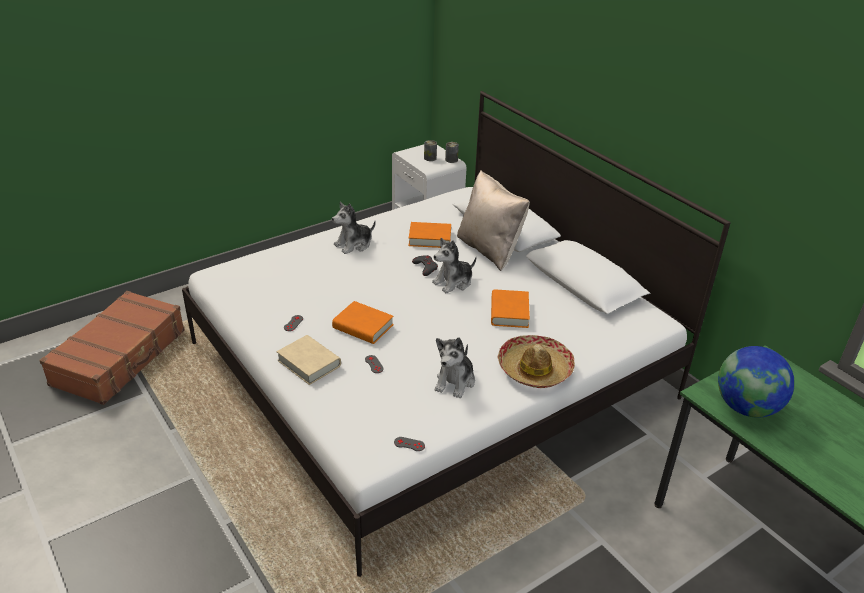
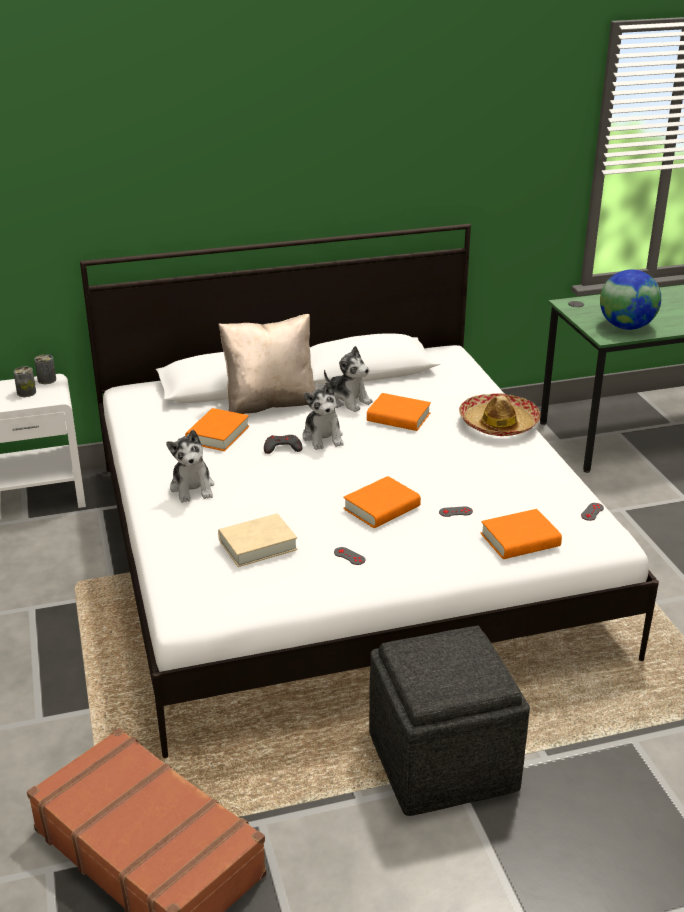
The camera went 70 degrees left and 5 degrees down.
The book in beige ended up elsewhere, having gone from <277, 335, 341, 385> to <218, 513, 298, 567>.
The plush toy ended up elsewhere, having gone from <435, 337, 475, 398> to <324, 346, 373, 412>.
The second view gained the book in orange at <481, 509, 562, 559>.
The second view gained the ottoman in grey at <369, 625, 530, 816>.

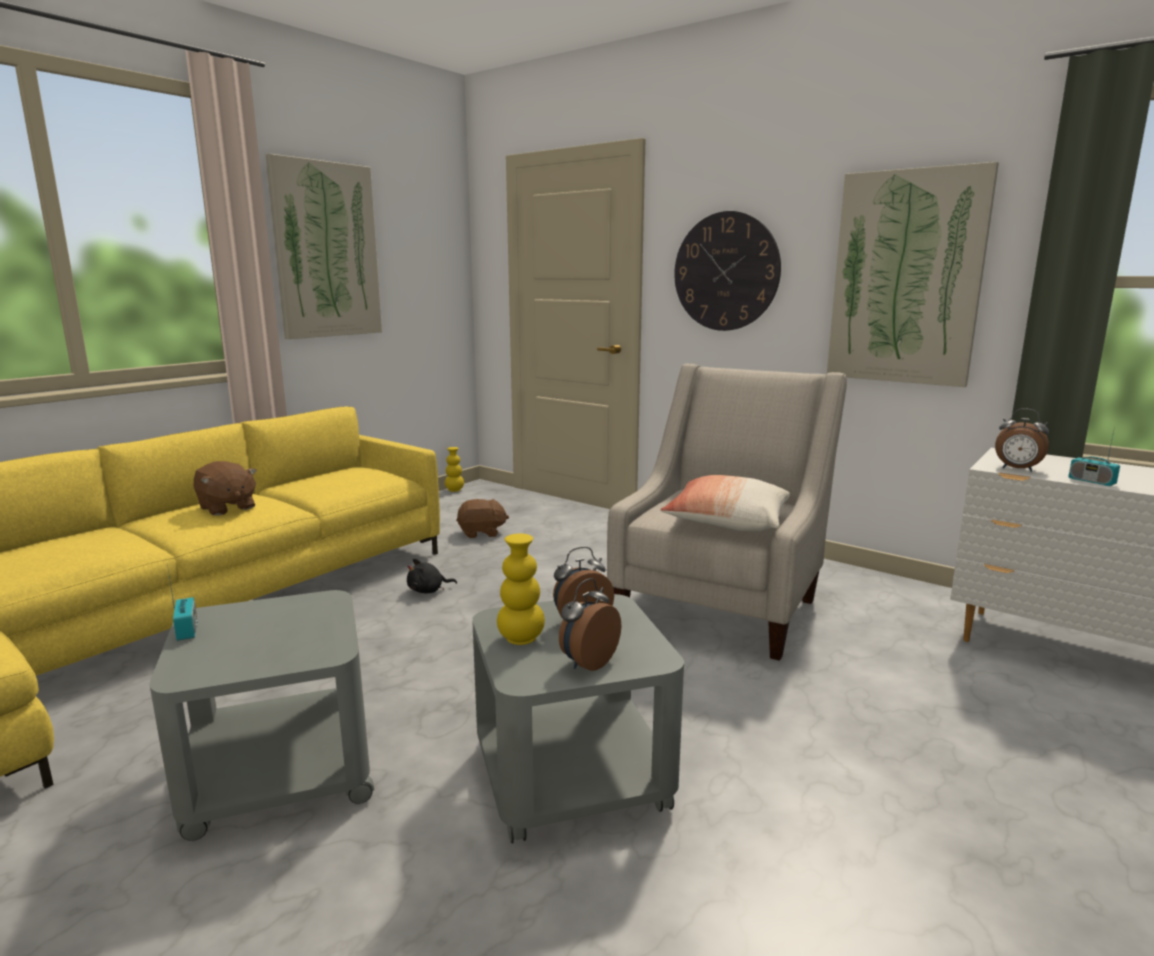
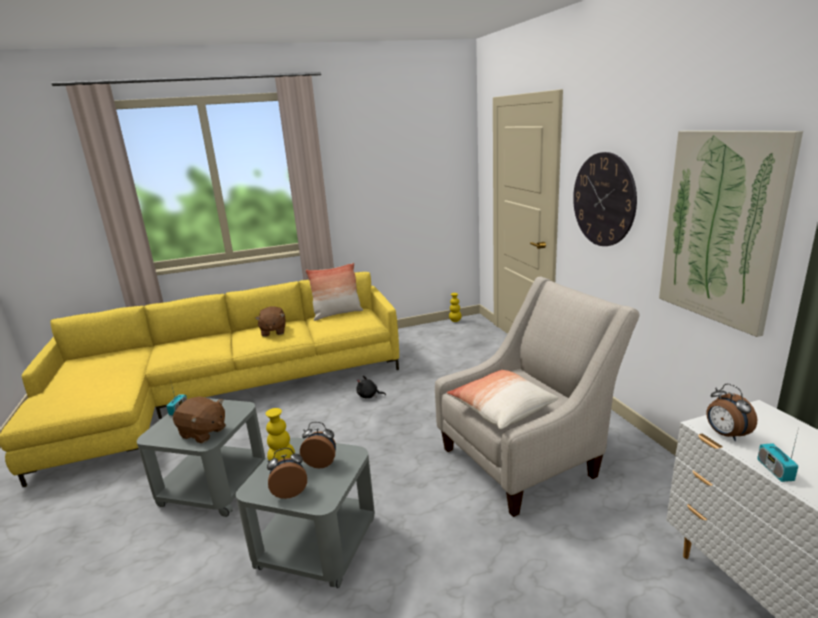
The camera went 35 degrees right and 5 degrees up.
The second view lost the picture at <265, 153, 382, 339>.
The plush toy in brown ended up elsewhere, having gone from <456, 499, 509, 538> to <173, 396, 226, 443>.
The second view gained the pillow at <305, 263, 363, 321>.

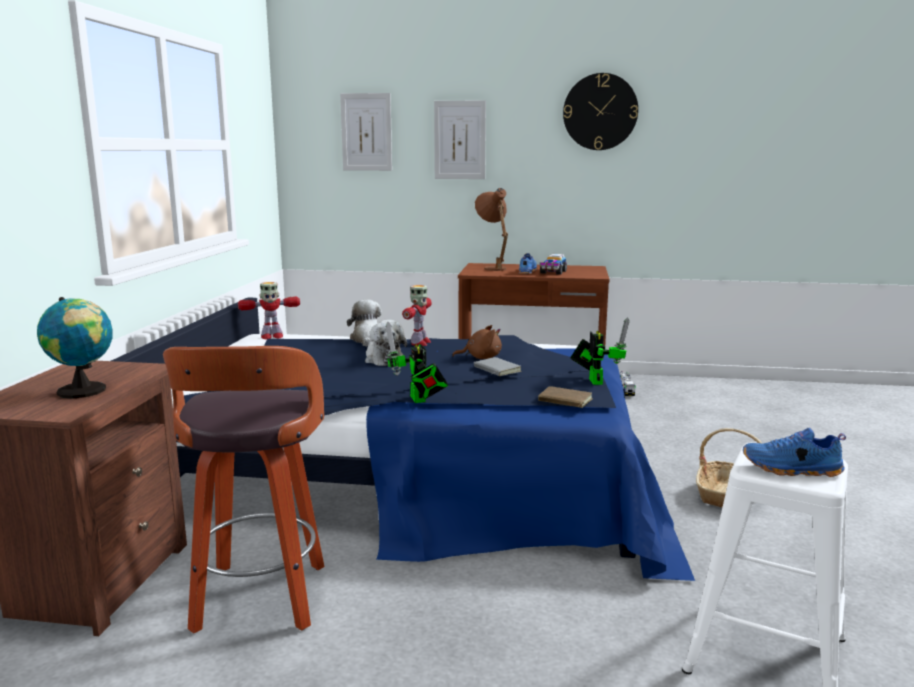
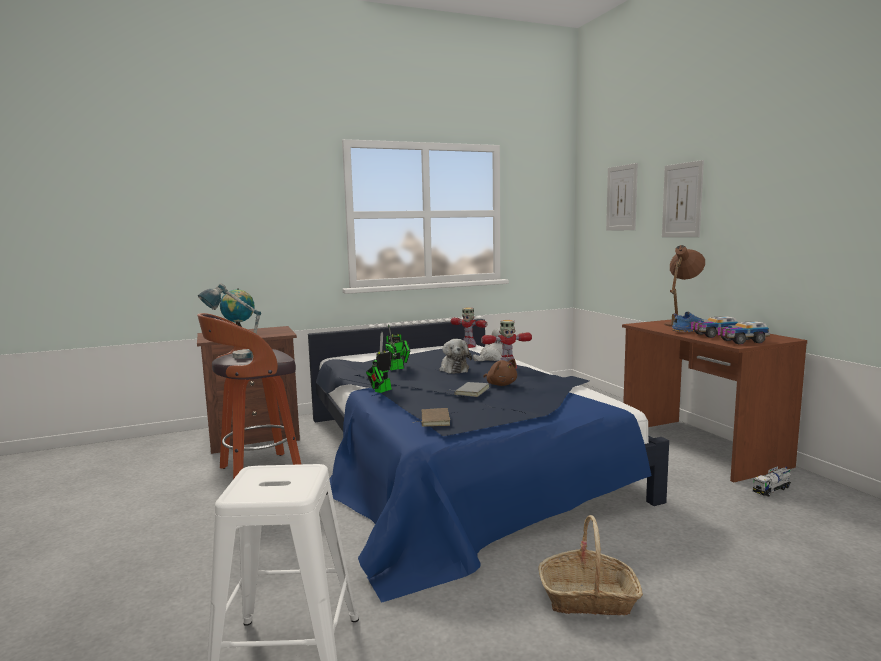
The camera went 60 degrees right and 5 degrees down.
The second view lost the wall clock at <563, 73, 638, 150>.
The toy robot ended up elsewhere, having gone from <570, 317, 630, 385> to <385, 324, 410, 370>.
The plush toy at <365, 320, 407, 366> ended up facing another way, 45 degrees counterclockwise from before.
The second view lost the shoe in blue at <743, 427, 846, 477>.
The second view gained the table lamp at <197, 283, 261, 359>.
The second view gained the toy truck at <717, 321, 770, 344>.

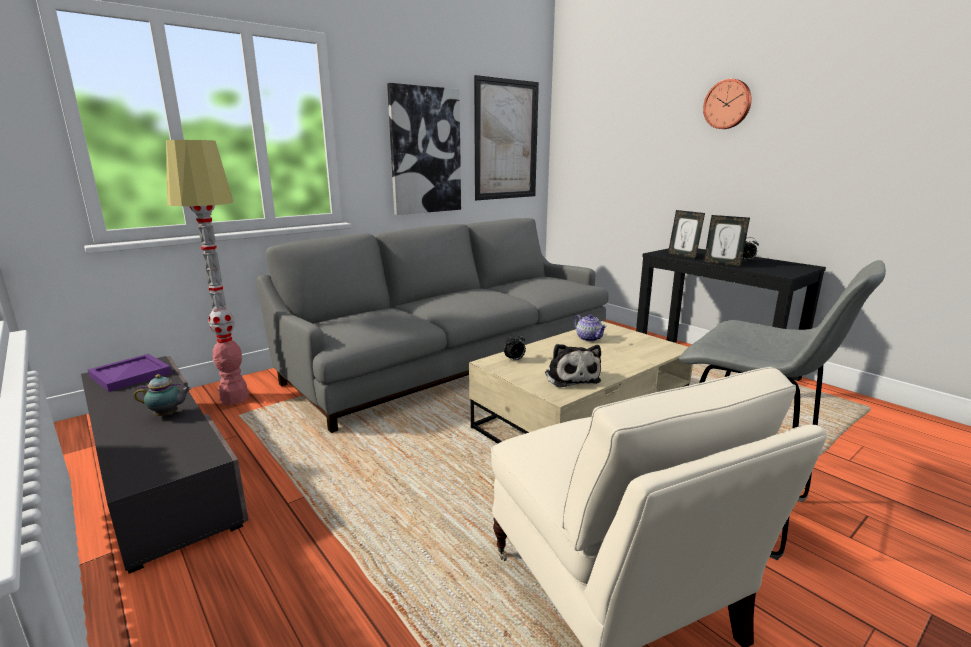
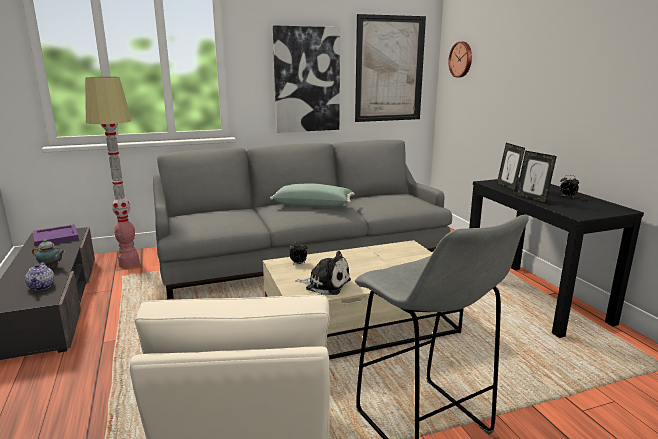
The camera went 20 degrees right and 0 degrees up.
The wall clock ended up elsewhere, having gone from <703, 79, 752, 129> to <448, 42, 472, 77>.
The teapot ended up elsewhere, having gone from <574, 314, 607, 342> to <25, 262, 55, 290>.
The plush toy at <545, 344, 601, 388> ended up facing another way, 75 degrees counterclockwise from before.
The second view gained the pillow in green at <270, 183, 355, 207>.

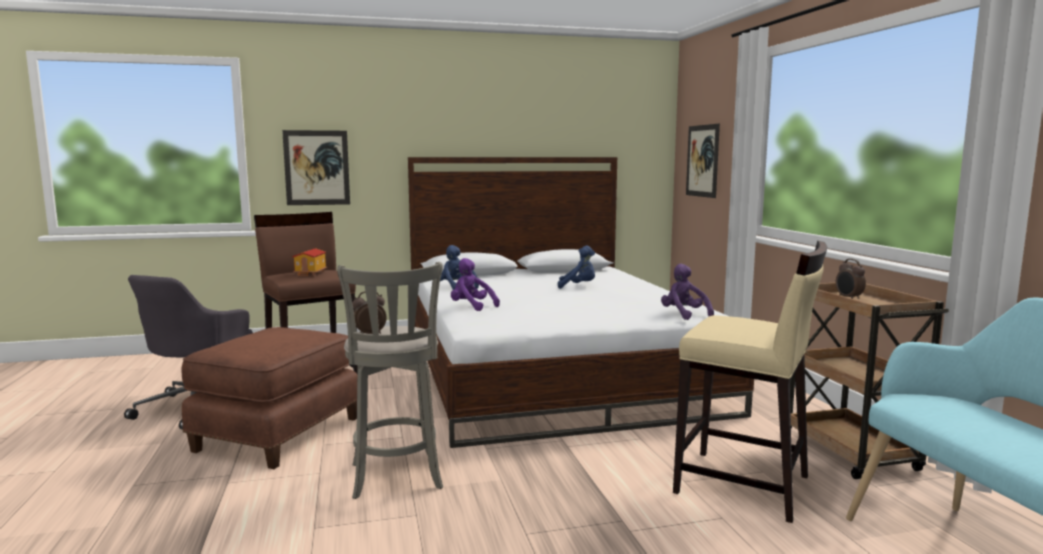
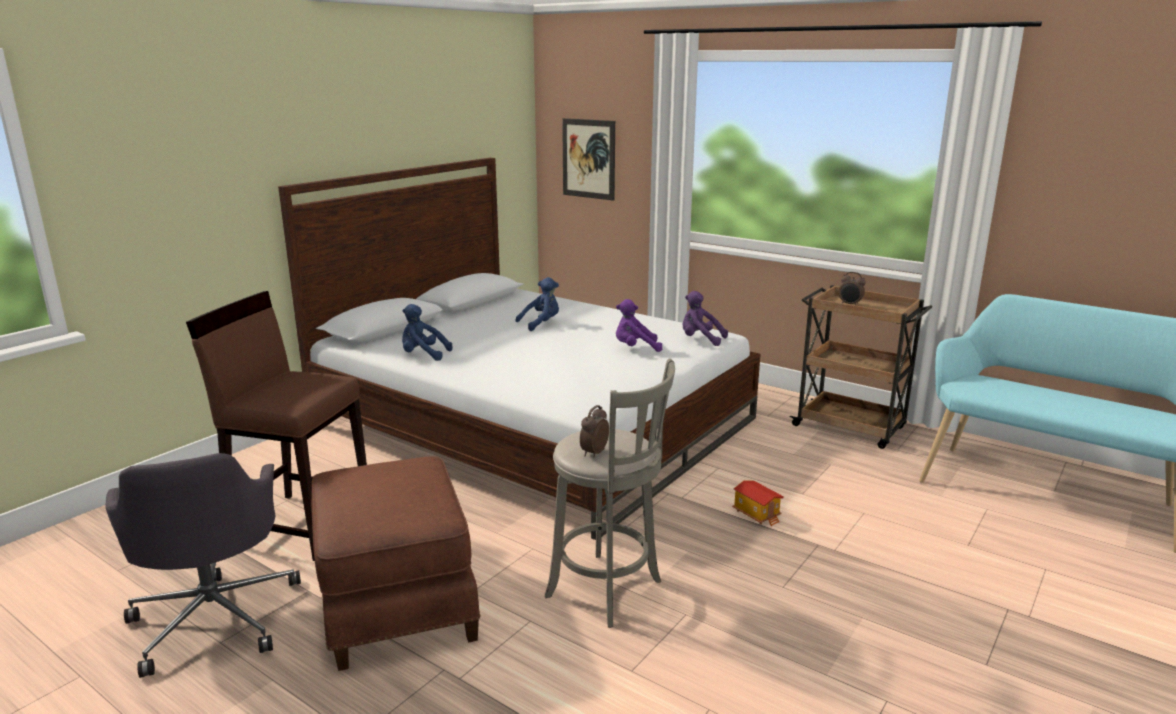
The camera went 40 degrees left and 10 degrees up.
The second view lost the picture at <282, 130, 350, 205>.
The second view lost the stool in beige at <673, 241, 827, 523>.
The toy house ended up elsewhere, having gone from <292, 248, 327, 276> to <732, 480, 784, 526>.
The plush toy in purple ended up elsewhere, having gone from <451, 258, 500, 311> to <616, 299, 662, 352>.

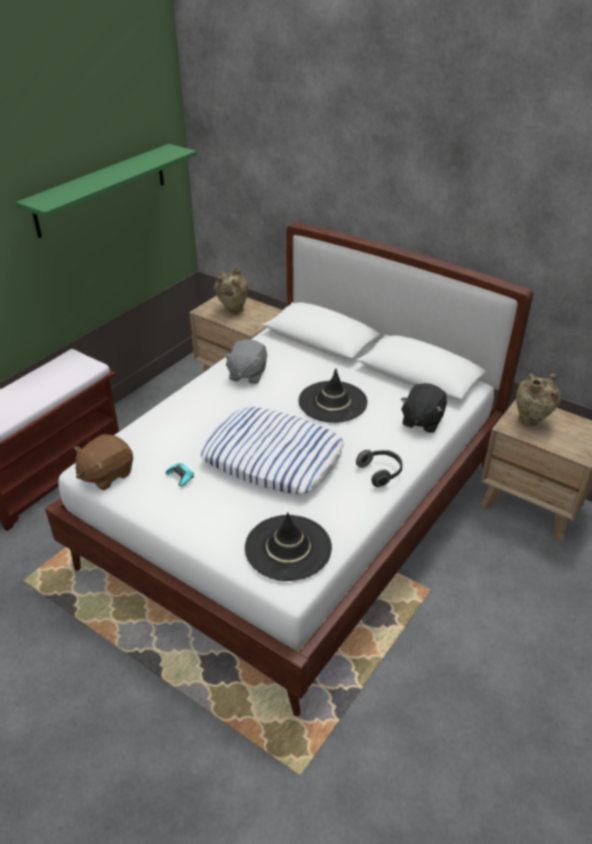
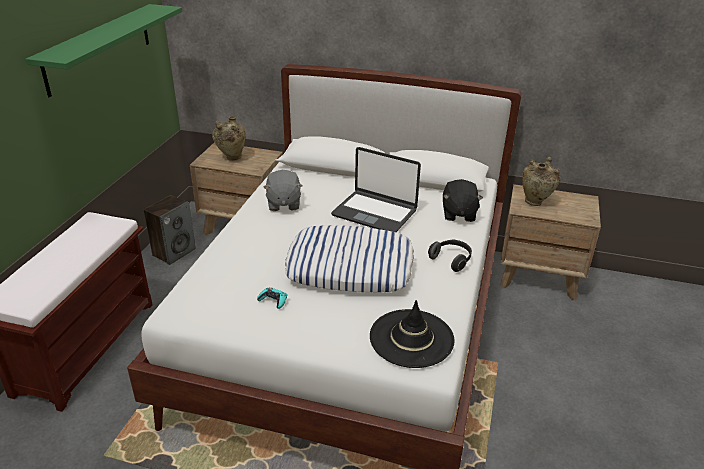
The camera went 20 degrees left and 5 degrees down.
Where the hat in black stood at <299, 368, 368, 423>, the laptop came to stand at <331, 147, 421, 232>.
The second view lost the plush toy in brown at <74, 434, 133, 490>.
The second view gained the speaker at <144, 195, 196, 265>.

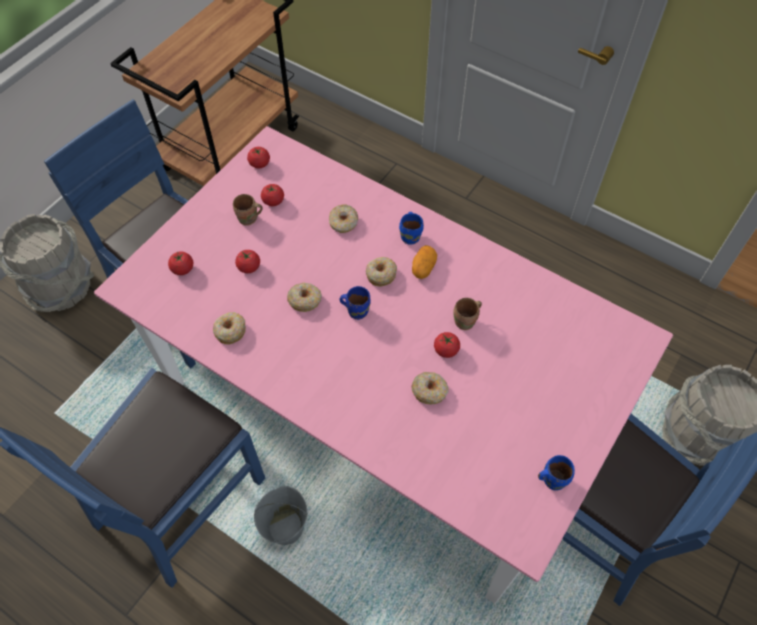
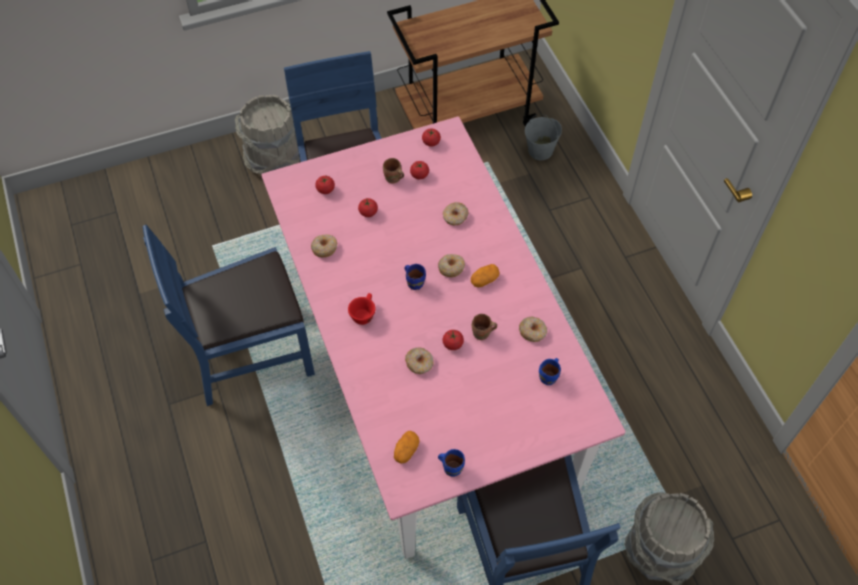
The camera went 35 degrees right and 0 degrees up.
The mug in blue ended up elsewhere, having gone from <399, 212, 424, 245> to <539, 358, 561, 385>.
The donut ended up elsewhere, having gone from <287, 283, 322, 312> to <519, 317, 547, 342>.
The bucket in grey ended up elsewhere, having gone from <254, 486, 307, 545> to <525, 114, 562, 160>.
The second view gained the cup in red at <348, 293, 376, 325>.
The second view gained the potato at <394, 431, 420, 464>.

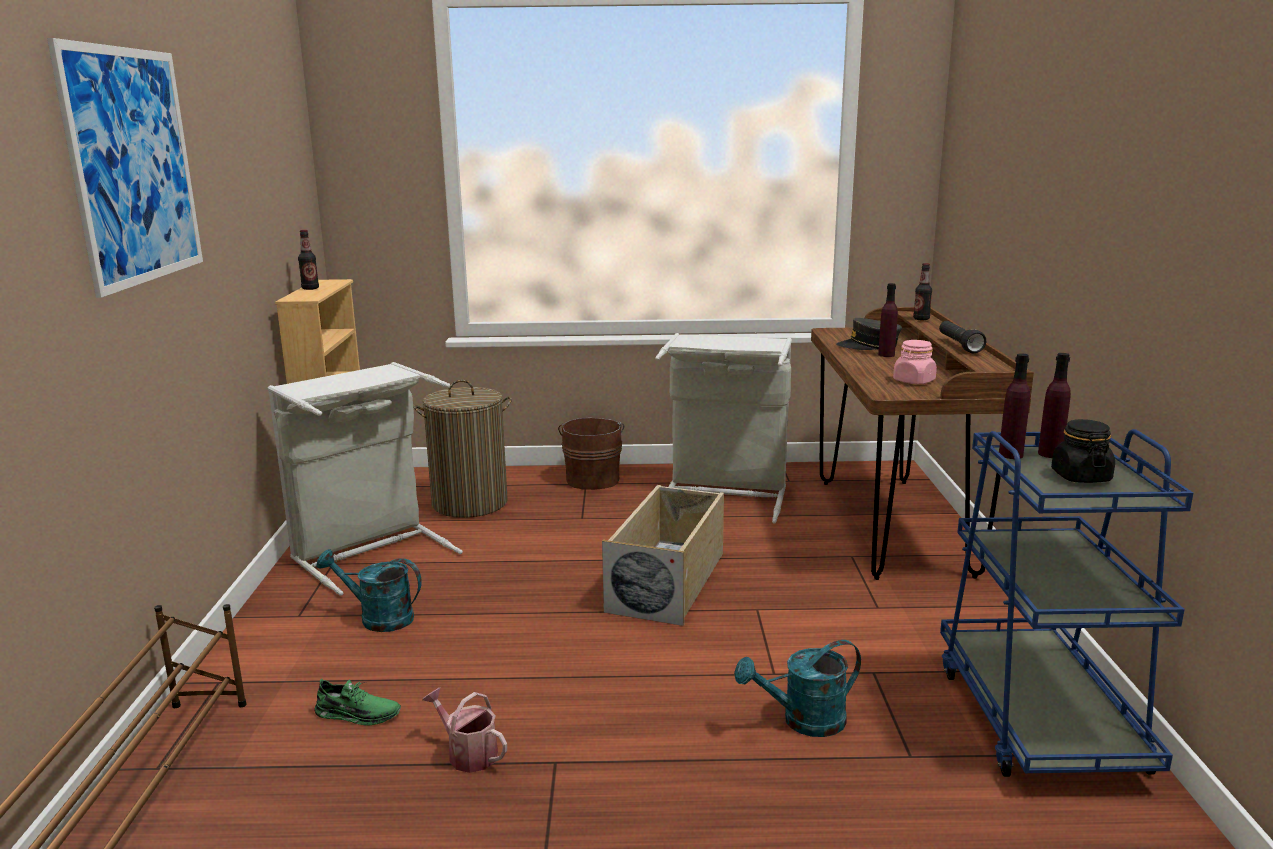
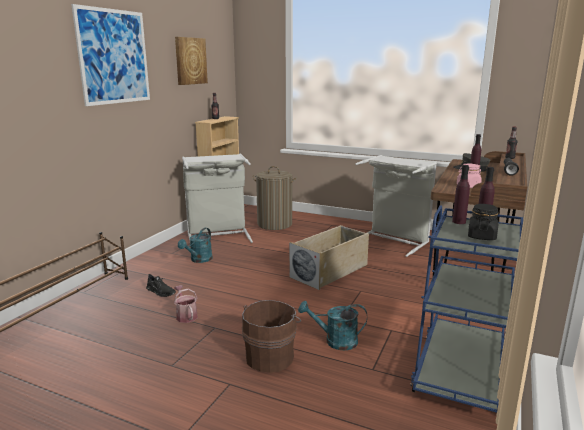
The camera went 25 degrees right and 0 degrees up.
The bucket in brown ended up elsewhere, having gone from <558, 418, 625, 490> to <242, 300, 301, 373>.
The watering can in turquoise at <316, 549, 422, 632> ended up facing another way, 105 degrees counterclockwise from before.
What was the shoe in green at <315, 679, 401, 726> turned into the shoe in black at <146, 274, 176, 297>.
The second view gained the picture at <175, 37, 208, 85>.

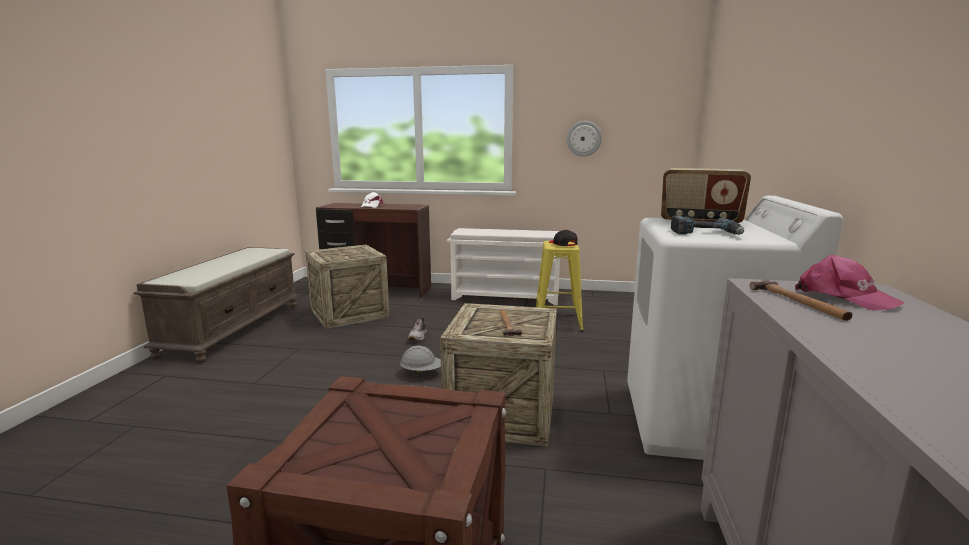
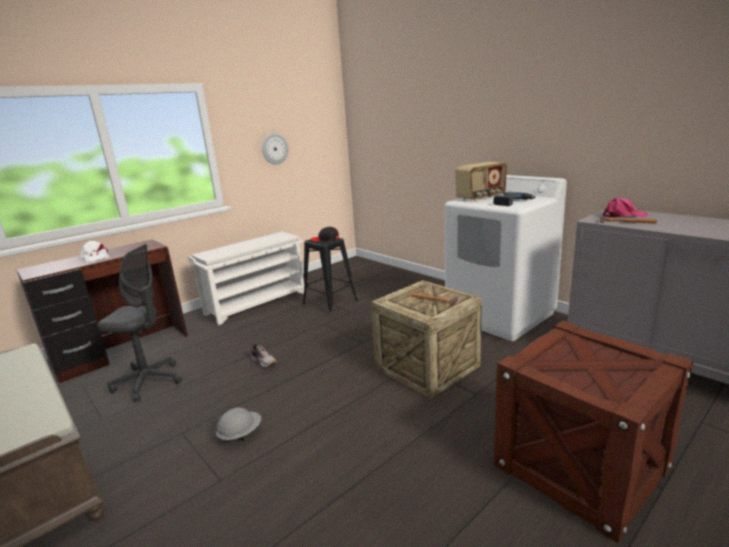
The camera went 50 degrees left and 5 degrees up.
What was the stool in yellow at <536, 241, 584, 331> turned into the stool in black at <303, 238, 358, 314>.
Where the crate stood at <305, 245, 390, 329>, the office chair in grey came to stand at <98, 244, 182, 402>.
The hard hat in grey ended up elsewhere, having gone from <400, 346, 441, 376> to <216, 407, 261, 441>.

